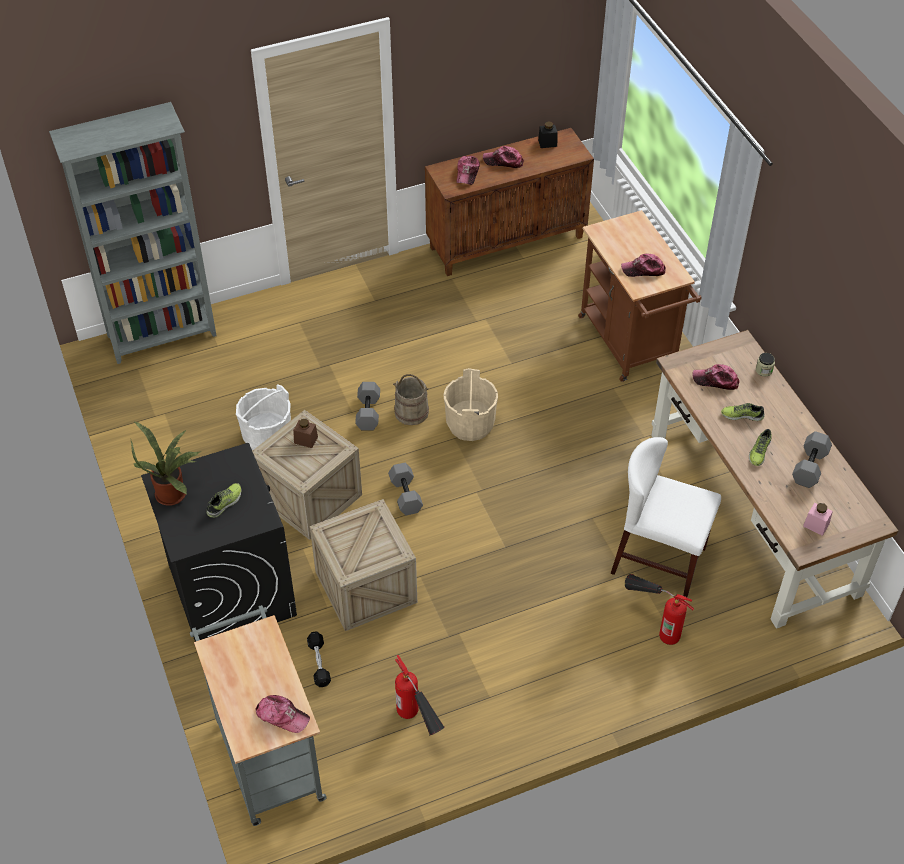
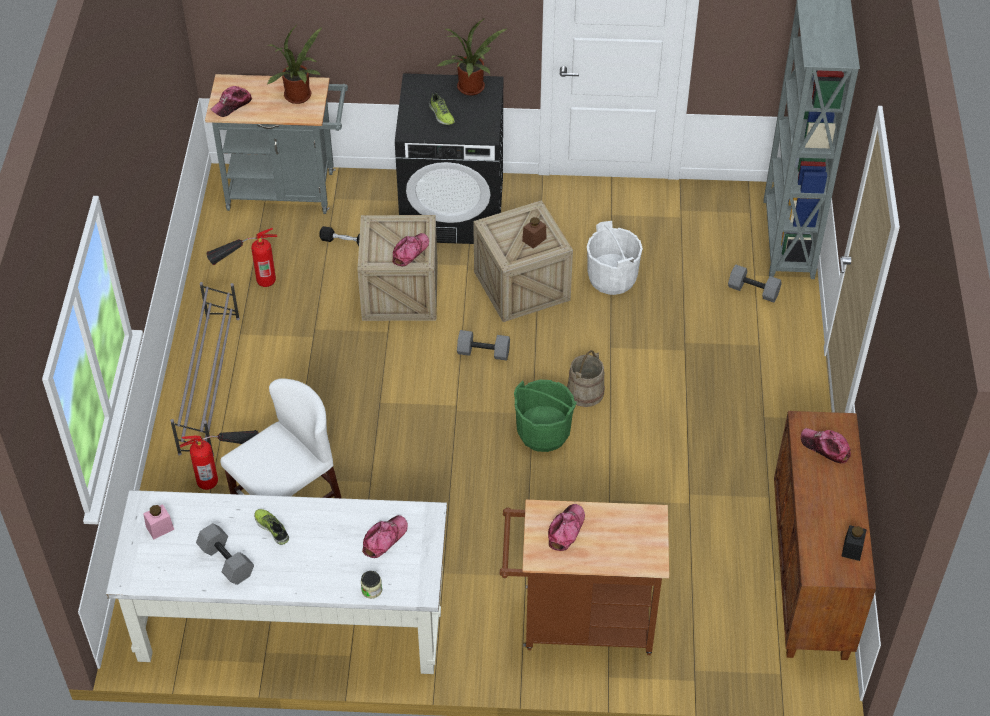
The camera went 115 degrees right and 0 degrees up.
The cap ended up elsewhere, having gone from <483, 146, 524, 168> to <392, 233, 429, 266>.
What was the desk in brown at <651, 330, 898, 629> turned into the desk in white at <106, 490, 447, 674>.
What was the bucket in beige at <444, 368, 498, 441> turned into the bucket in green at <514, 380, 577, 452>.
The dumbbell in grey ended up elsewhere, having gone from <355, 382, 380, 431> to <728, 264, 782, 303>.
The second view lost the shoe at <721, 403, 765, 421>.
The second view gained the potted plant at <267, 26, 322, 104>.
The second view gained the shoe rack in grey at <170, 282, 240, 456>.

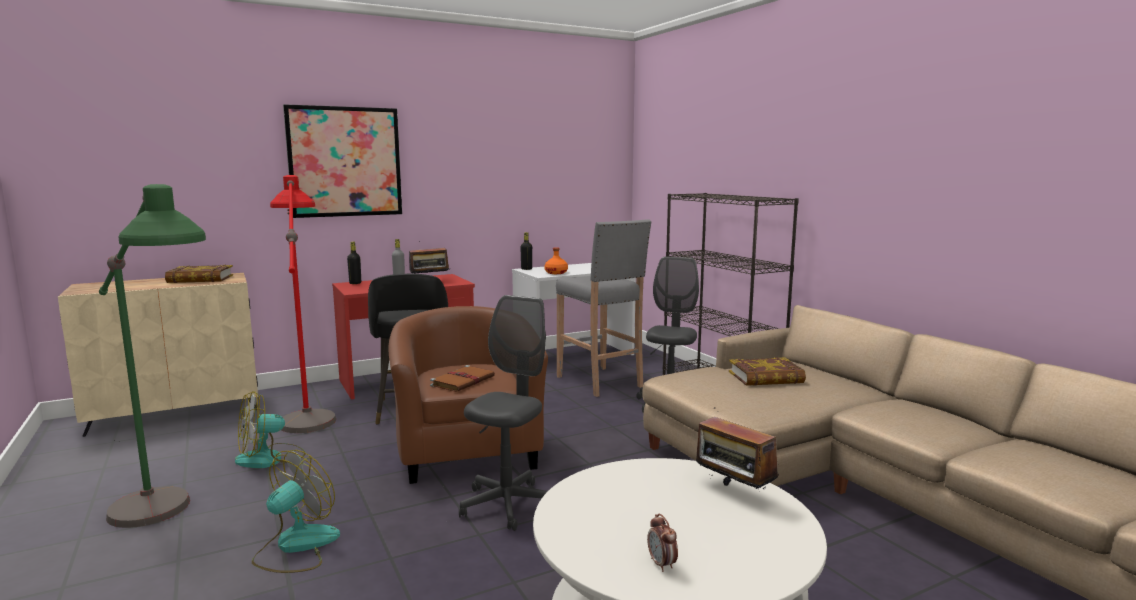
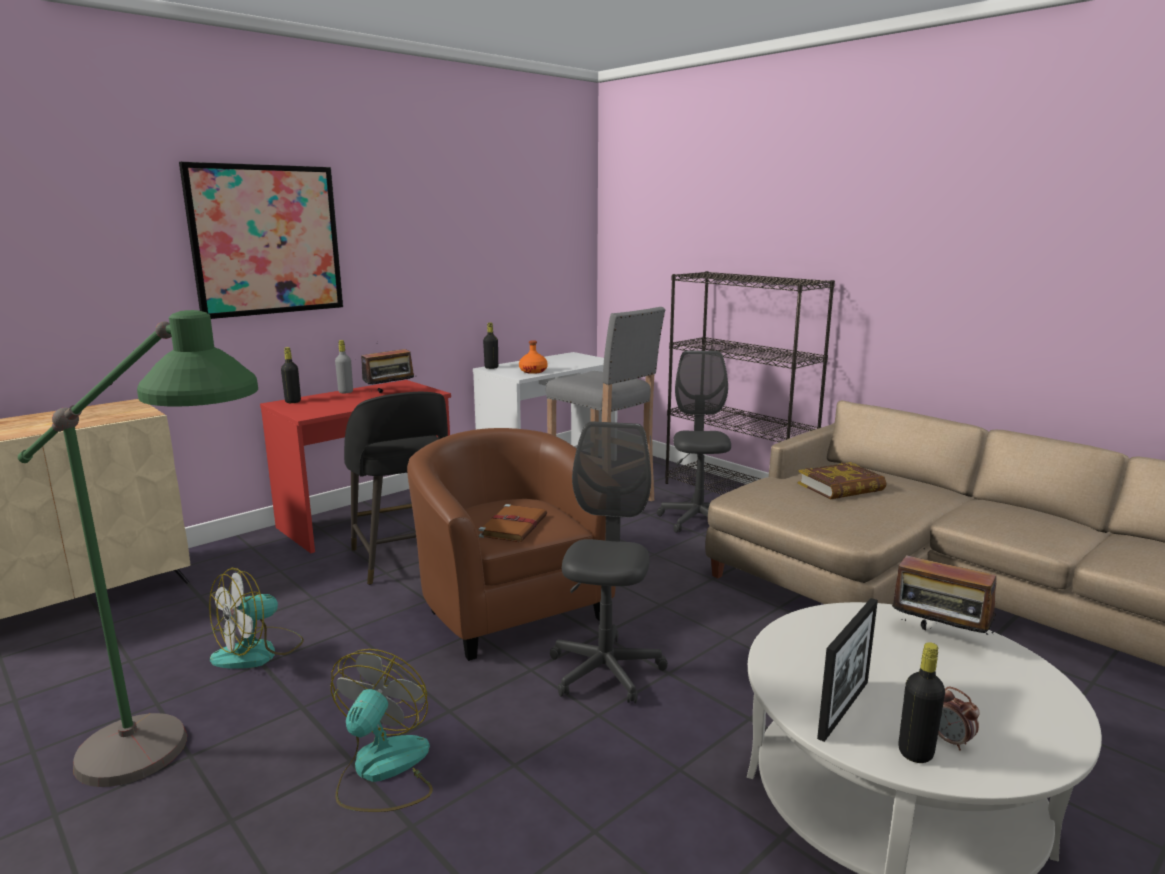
The camera went 15 degrees left and 5 degrees up.
The second view lost the floor lamp in red at <270, 175, 336, 433>.
The second view lost the book at <165, 265, 233, 283>.
The second view gained the picture frame at <817, 598, 878, 742>.
The second view gained the bottle in black at <898, 642, 945, 763>.

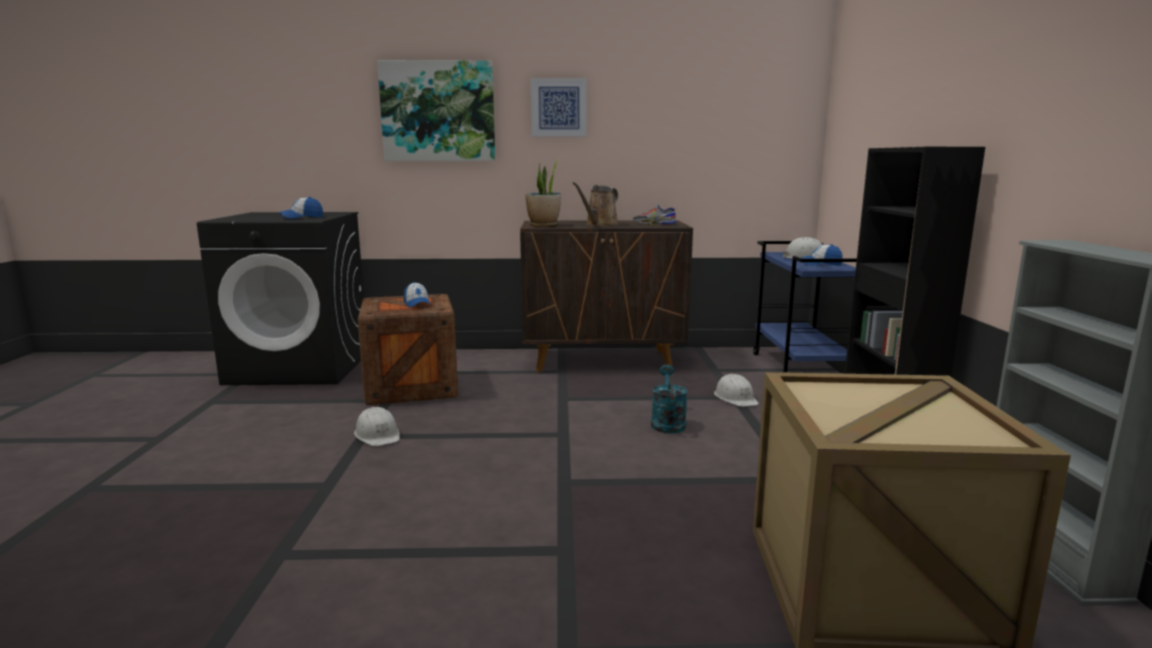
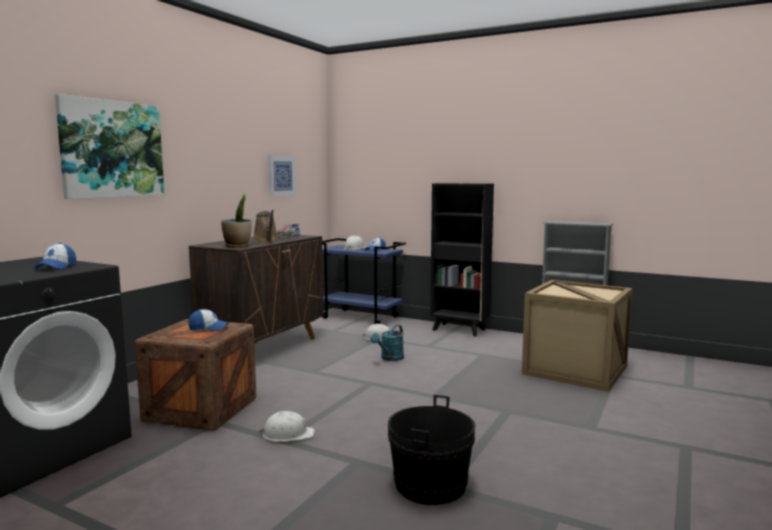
The camera went 60 degrees left and 5 degrees down.
The picture ended up elsewhere, having gone from <531, 78, 587, 137> to <268, 156, 296, 196>.
The watering can in turquoise at <651, 365, 688, 433> ended up facing another way, 90 degrees counterclockwise from before.
The second view gained the bucket in black at <388, 395, 476, 505>.

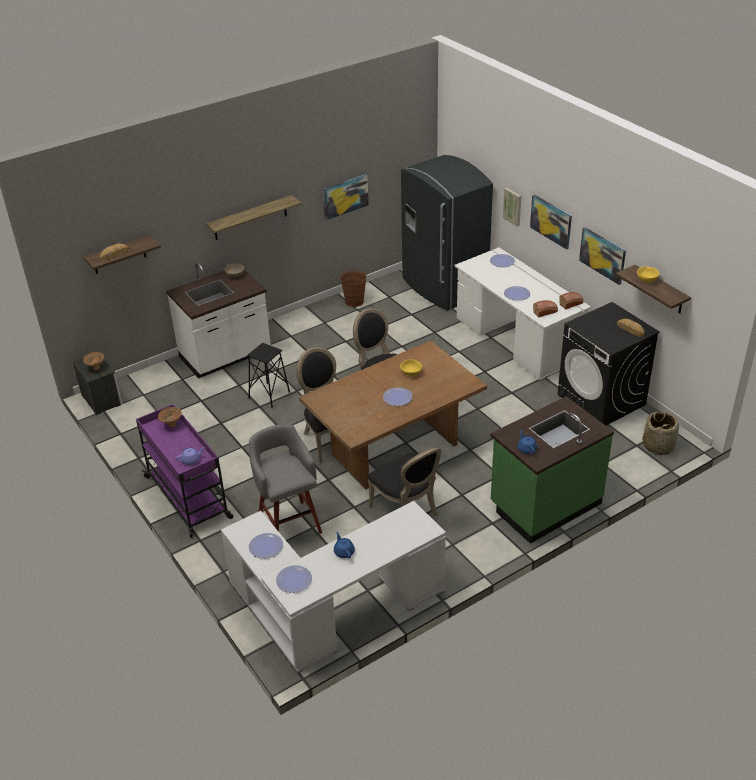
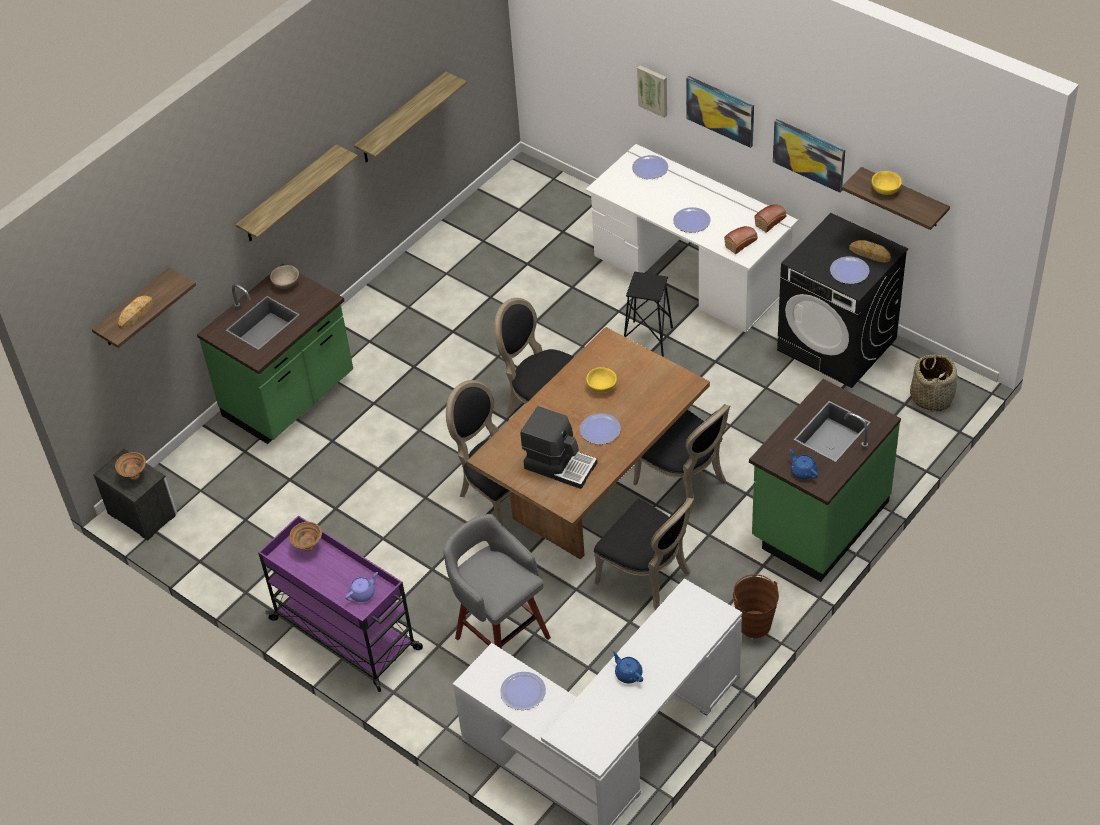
The camera went 15 degrees left and 10 degrees up.
The second view lost the fridge in grey at <401, 155, 493, 311>.
Where the picture hung at <323, 174, 369, 220>, the shelf came to hang at <354, 72, 467, 163>.
What was the counter in white at <166, 263, 271, 379> turned into the counter in green at <197, 264, 353, 444>.
The bucket in brown ended up elsewhere, having gone from <339, 269, 367, 307> to <733, 574, 779, 638>.
The stool in black ended up elsewhere, having gone from <247, 343, 290, 408> to <624, 272, 673, 357>.
The plate ended up elsewhere, having gone from <276, 565, 312, 593> to <830, 256, 869, 284>.
The second view gained the chair in black at <633, 404, 731, 513>.
The second view gained the coffee machine at <520, 406, 597, 489>.

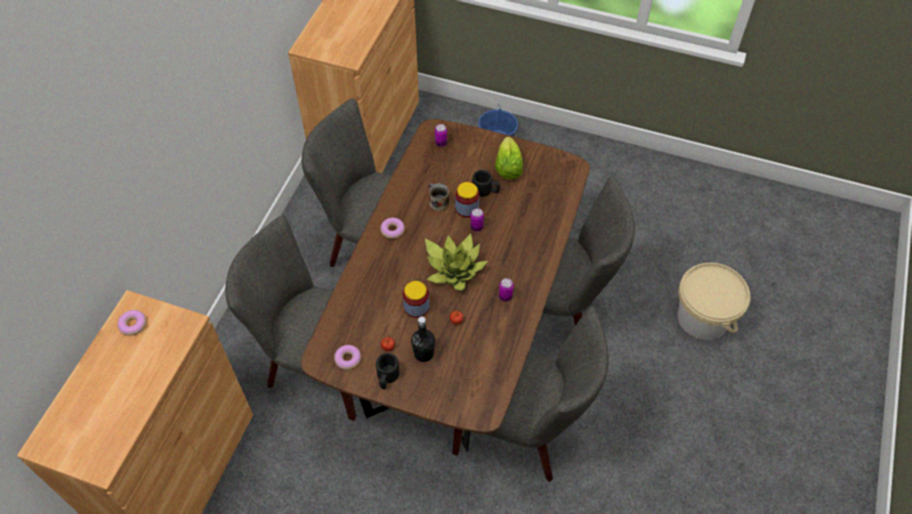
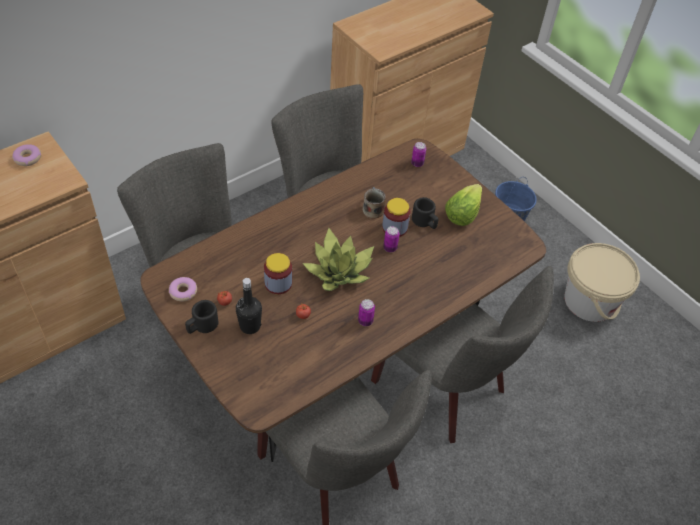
The camera went 30 degrees right and 5 degrees down.
The second view lost the donut at <380, 218, 405, 239>.
The bucket in beige ended up elsewhere, having gone from <678, 263, 751, 340> to <564, 243, 640, 322>.

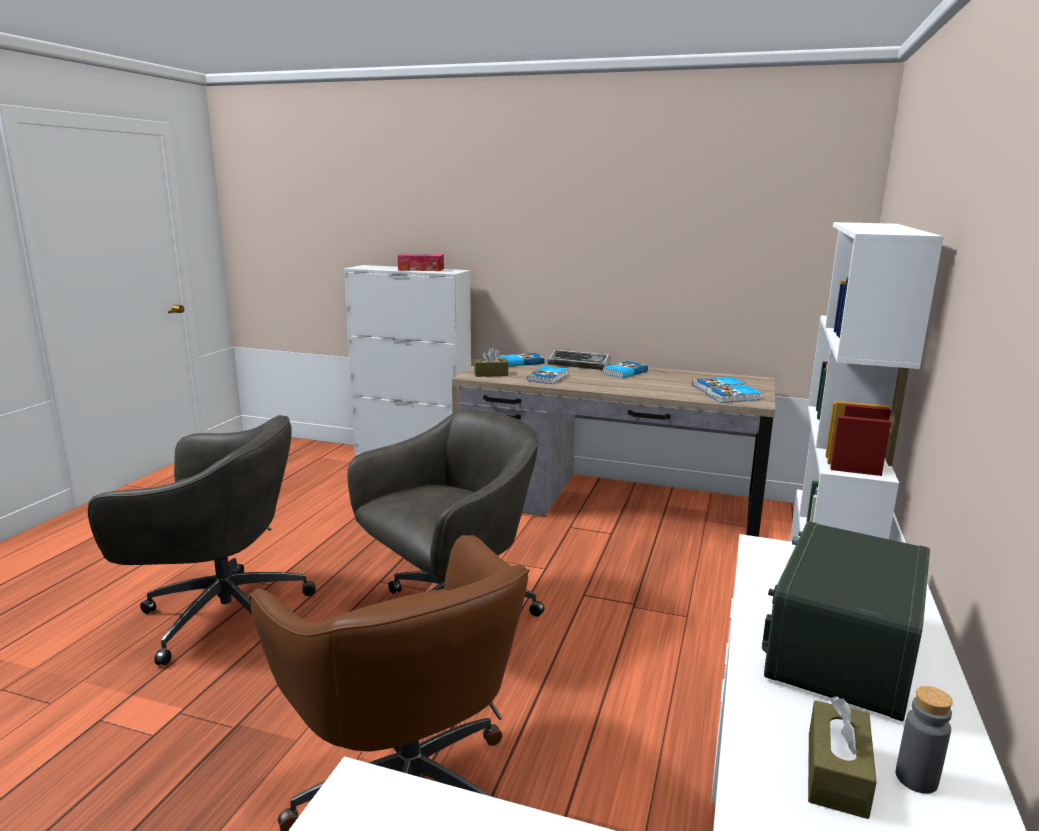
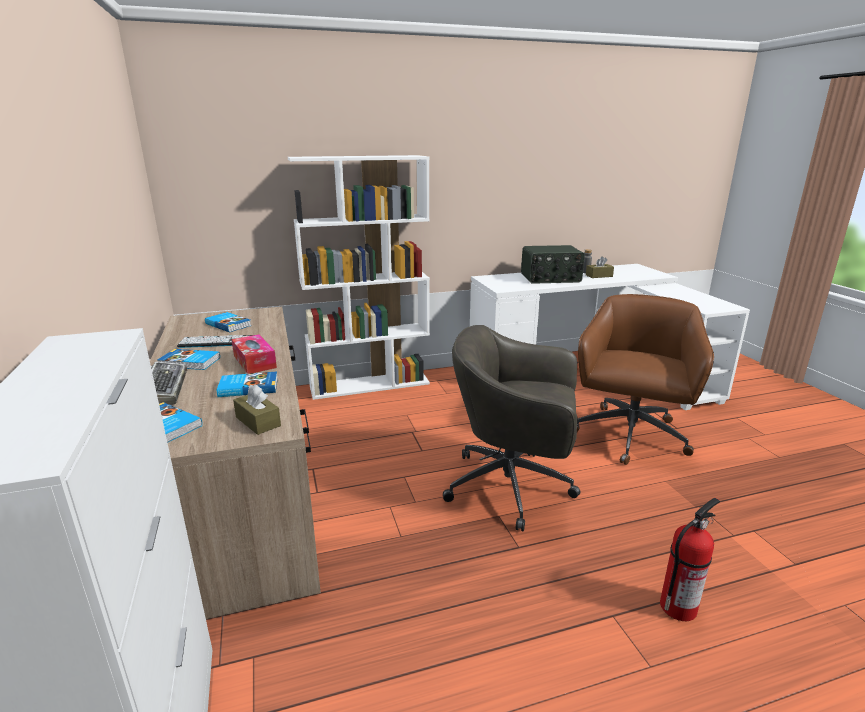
The camera went 125 degrees left and 5 degrees up.
The tissue box ended up elsewhere, having gone from <398, 253, 444, 271> to <231, 334, 277, 374>.
The second view lost the book at <706, 386, 763, 403>.
Where the office chair in grey stood at <88, 415, 316, 666>, the fire extinguisher came to stand at <660, 498, 720, 621>.
The second view gained the keyboard at <177, 335, 252, 348>.

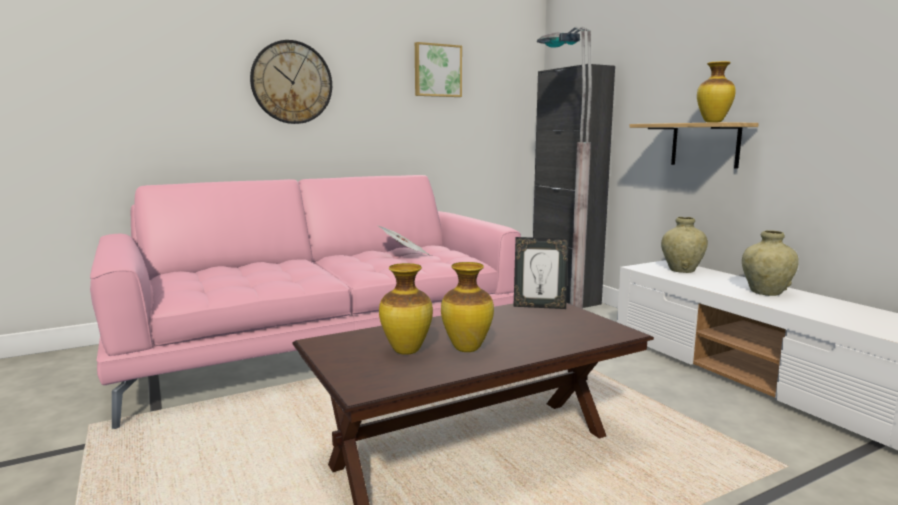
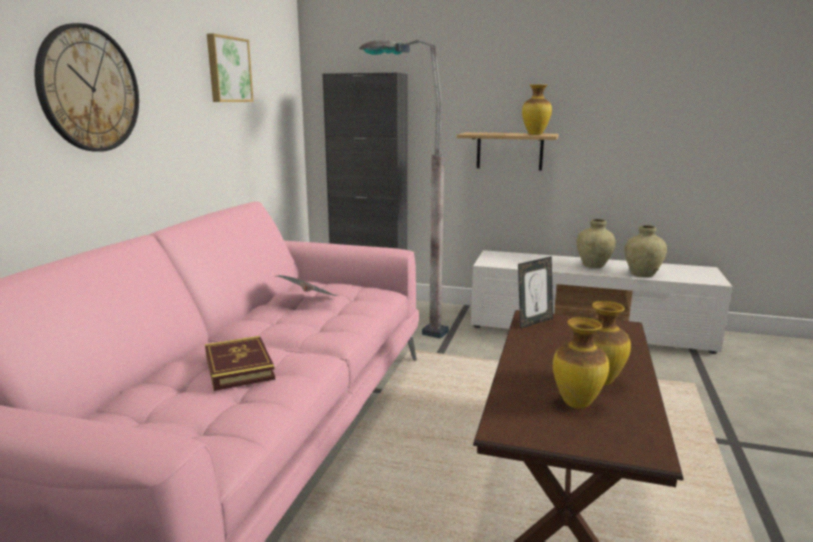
The camera went 45 degrees left and 5 degrees up.
The vase in beige ended up elsewhere, having gone from <661, 217, 708, 273> to <624, 225, 667, 277>.
The second view gained the book at <205, 336, 275, 391>.

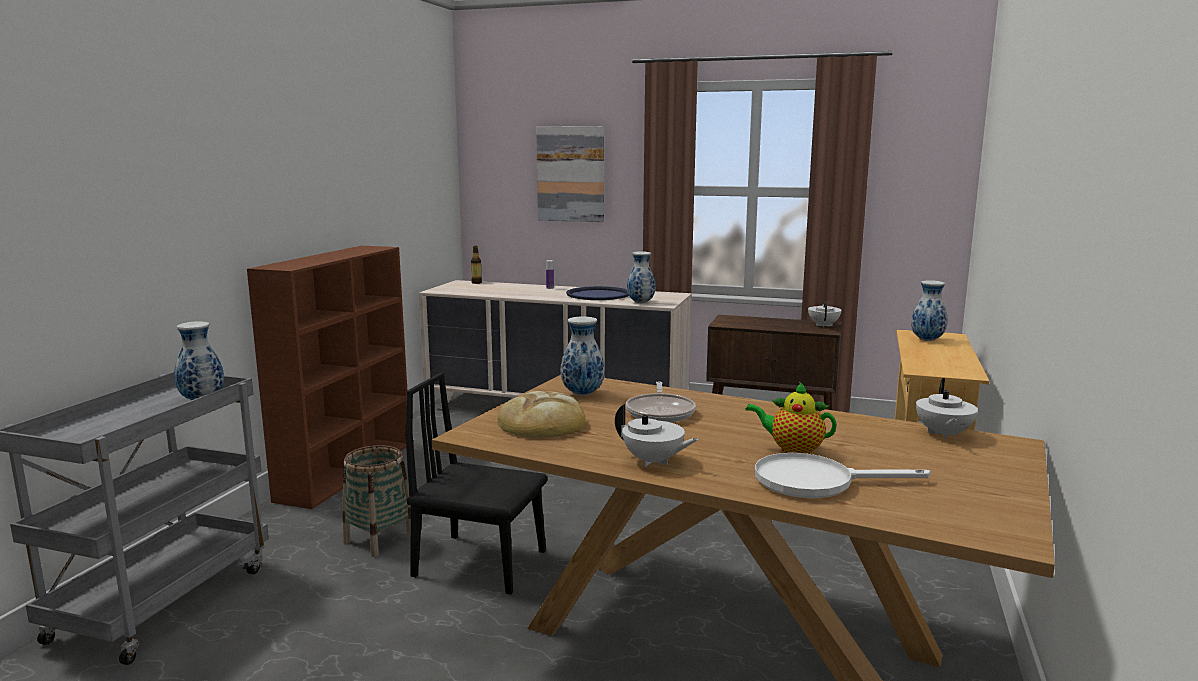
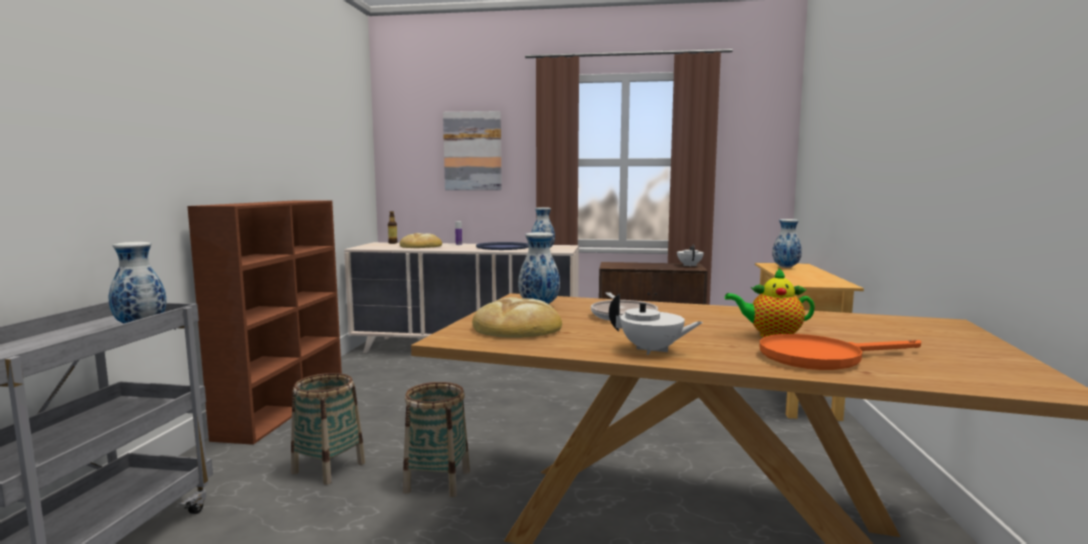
The camera went 10 degrees left and 5 degrees down.
Where the chair in black stood at <405, 372, 547, 595>, the basket came to stand at <403, 382, 470, 497>.
The second view lost the teapot in white at <916, 378, 978, 440>.
What was the frying pan in white at <755, 453, 931, 498> turned into the frying pan in orange at <759, 334, 921, 370>.
The second view gained the bread at <400, 233, 442, 248>.

